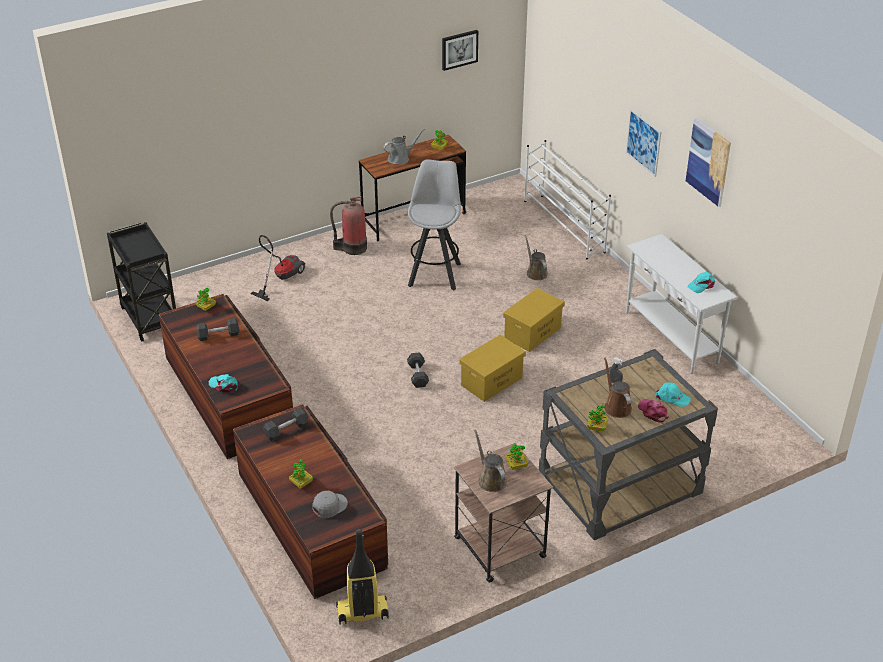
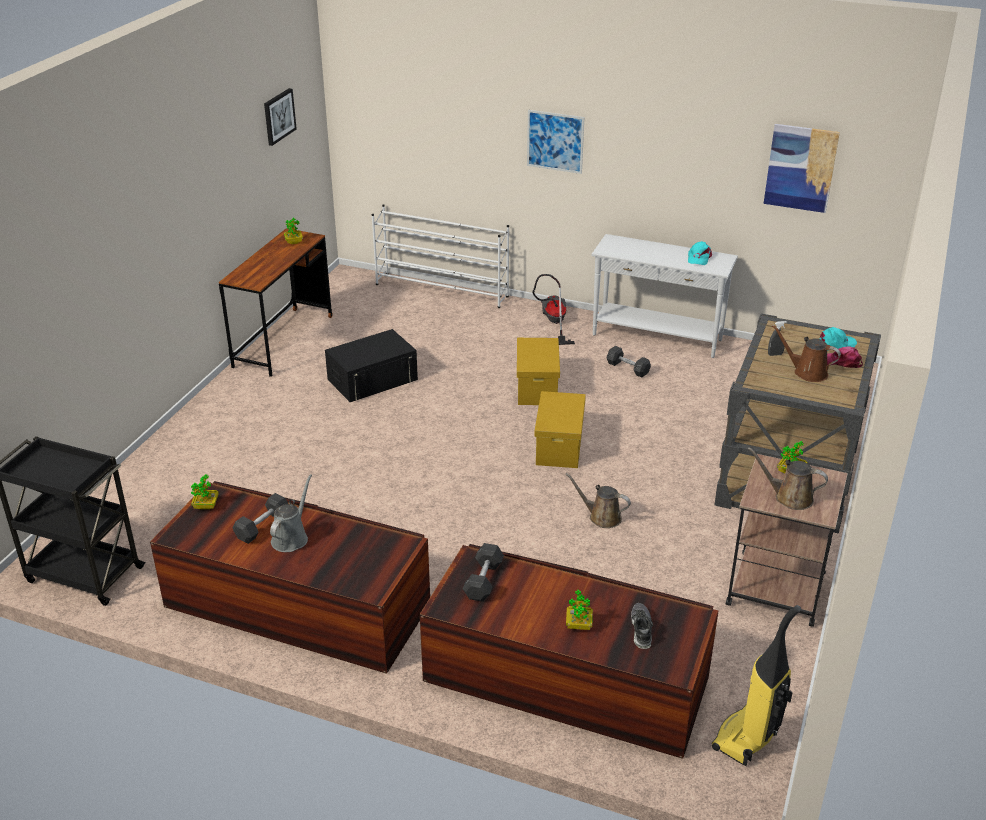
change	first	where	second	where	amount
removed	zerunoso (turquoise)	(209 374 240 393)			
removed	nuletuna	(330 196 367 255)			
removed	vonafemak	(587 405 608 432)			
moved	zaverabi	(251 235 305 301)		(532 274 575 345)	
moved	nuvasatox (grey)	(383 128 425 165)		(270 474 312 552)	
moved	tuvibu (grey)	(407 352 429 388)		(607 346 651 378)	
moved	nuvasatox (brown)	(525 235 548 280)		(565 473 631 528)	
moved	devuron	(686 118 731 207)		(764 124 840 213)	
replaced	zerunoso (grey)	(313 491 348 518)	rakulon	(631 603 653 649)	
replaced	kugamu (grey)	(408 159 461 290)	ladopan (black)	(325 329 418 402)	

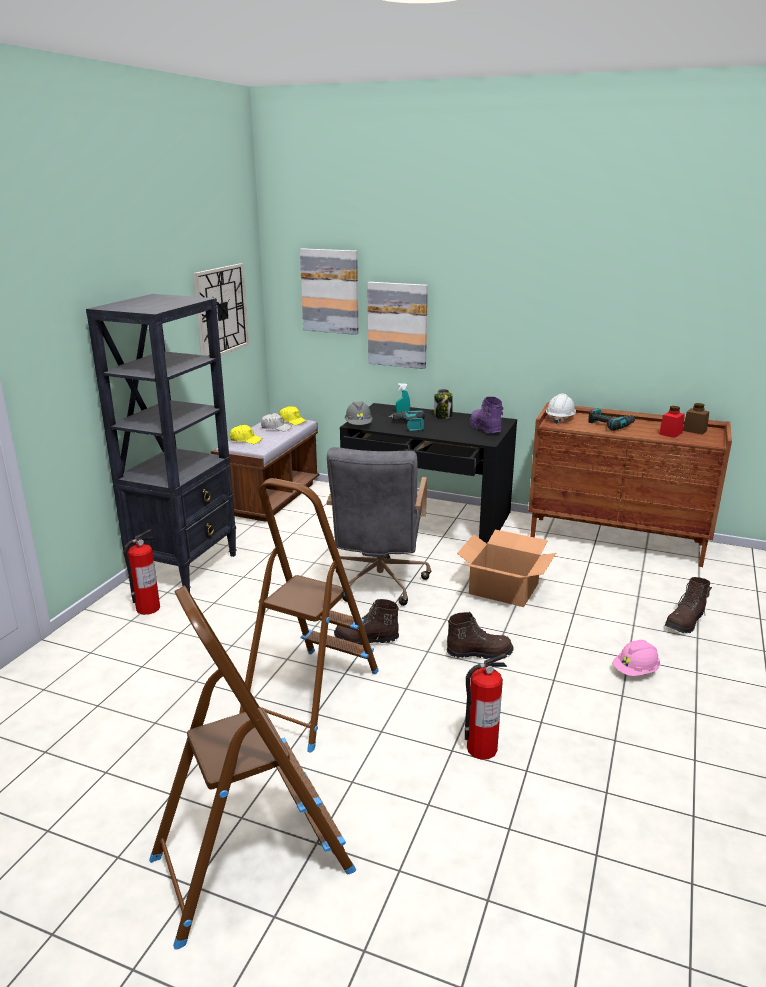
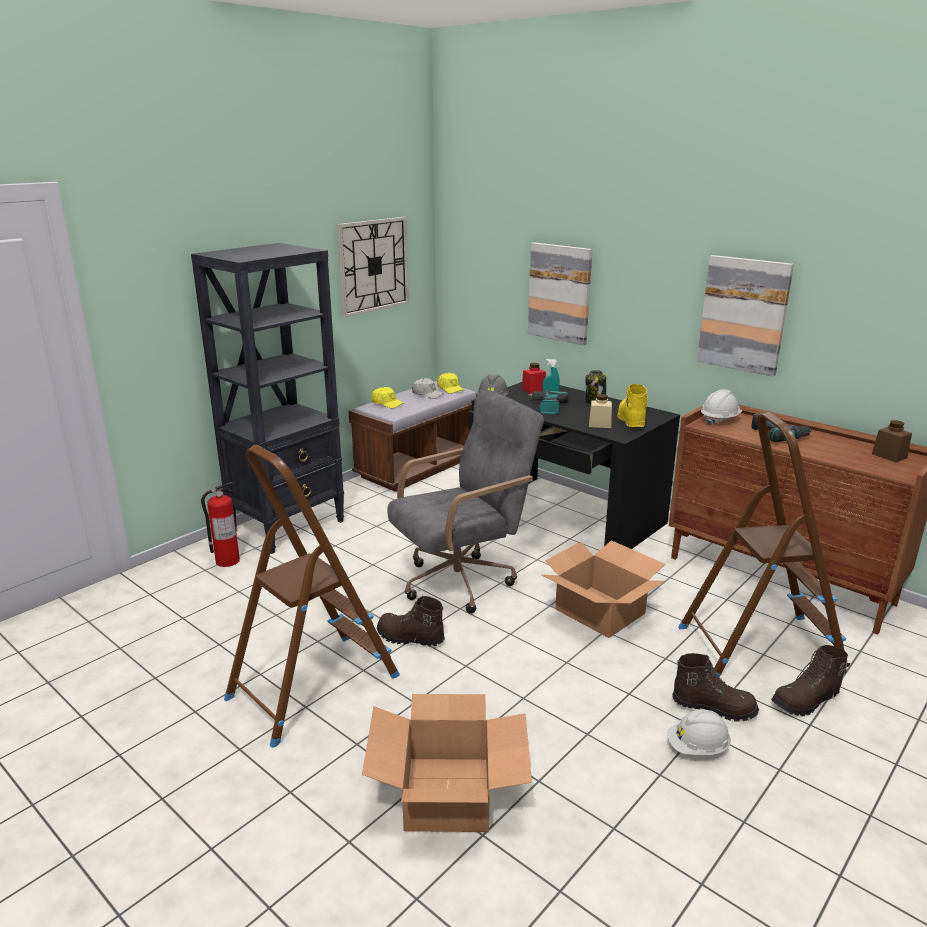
change	first	where	second	where	amount
added			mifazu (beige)	(589 394 612 428)	
moved	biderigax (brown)	(149 585 356 950)		(678 412 846 678)	
moved	devuron	(300 248 358 335)		(697 255 794 376)	
moved	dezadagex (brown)	(446 612 514 659)		(672 653 759 721)	
moved	mifazu (red)	(659 406 685 438)		(522 363 546 394)	
replaced	nuletuna	(465 654 507 760)	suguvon	(362 694 532 832)	
recoloured	dezadagex (purple)	(470 397 503 433)	dezadagex (yellow)	(617 384 648 427)	
recoloured	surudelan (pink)	(613 640 660 676)	surudelan (white)	(667 710 731 755)	
turned	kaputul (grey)	(327 447 432 606)		(387 390 544 614)	150 degrees counterclockwise

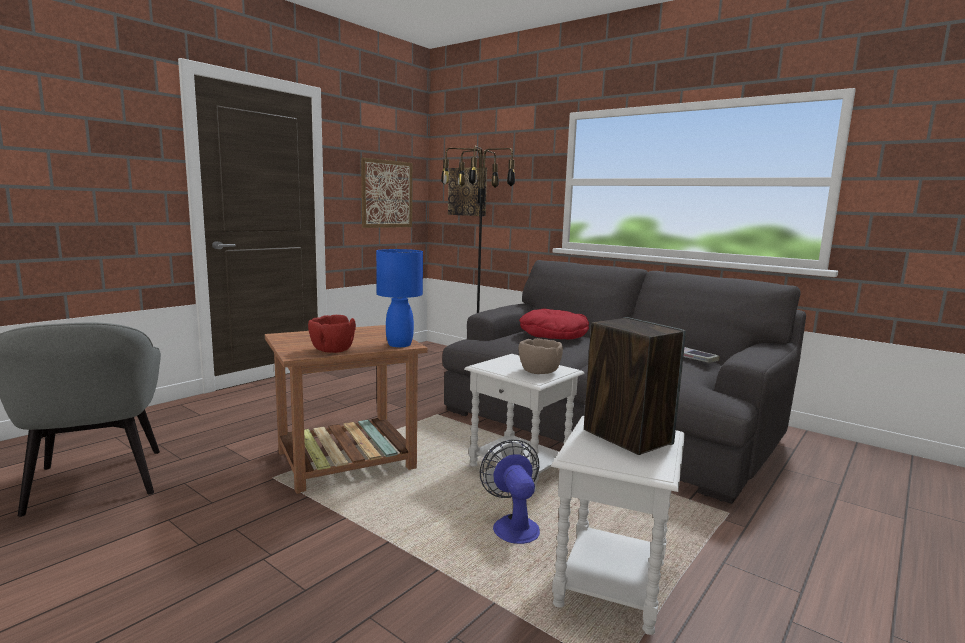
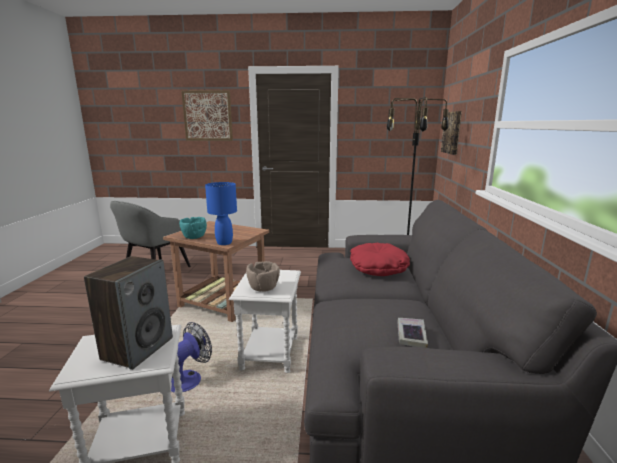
change	first	where	second	where	amount
moved	devuron	(361 158 412 228)		(181 90 233 141)	
recoloured	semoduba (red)	(308 315 356 353)	semoduba (turquoise)	(179 217 207 239)	

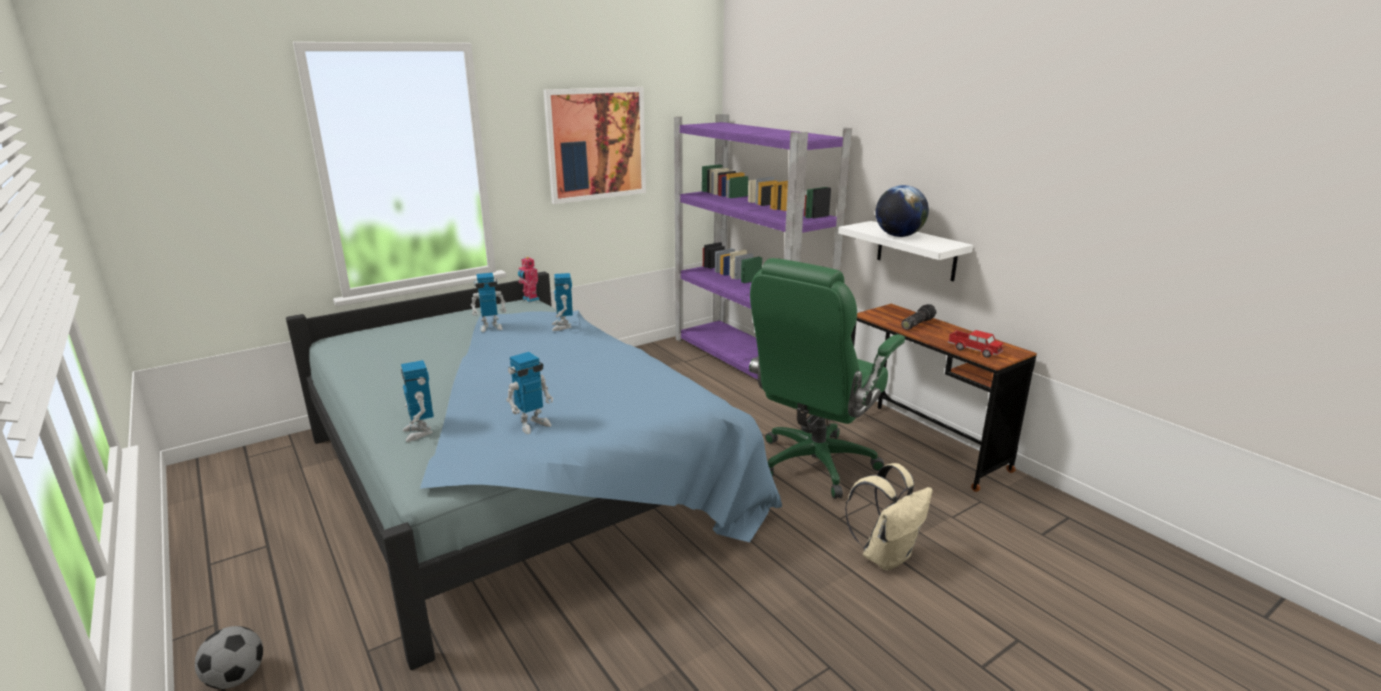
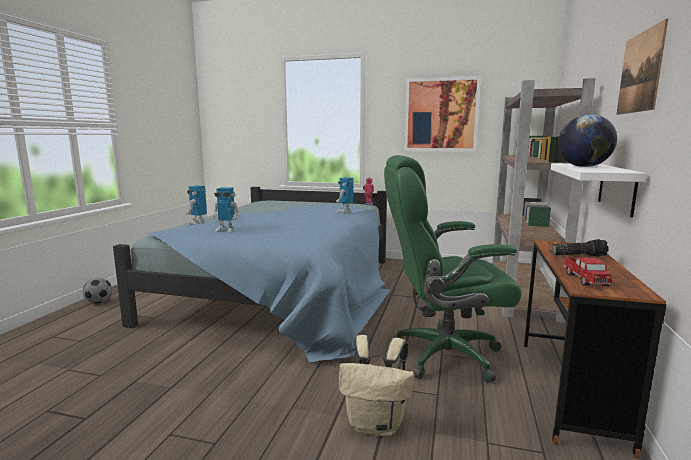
change	first	where	second	where	amount
removed	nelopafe	(471 273 507 332)			
added			devuron	(617 19 668 115)	
recoloured	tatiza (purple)	(674 114 852 380)	tatiza (brown)	(492 78 595 323)	

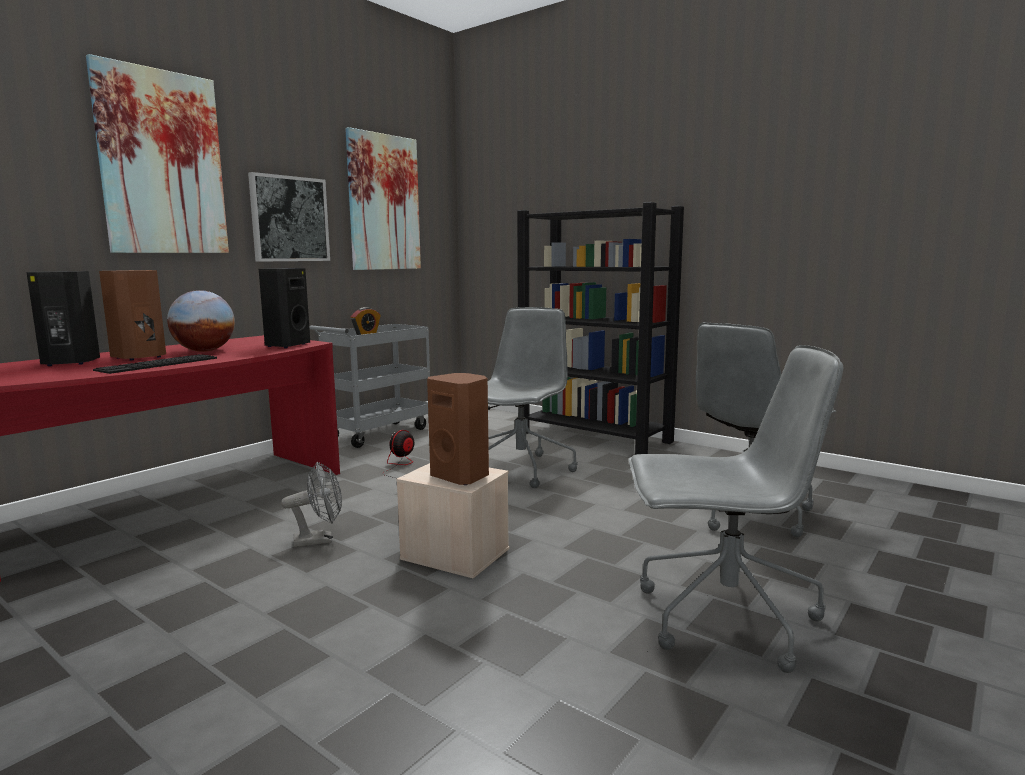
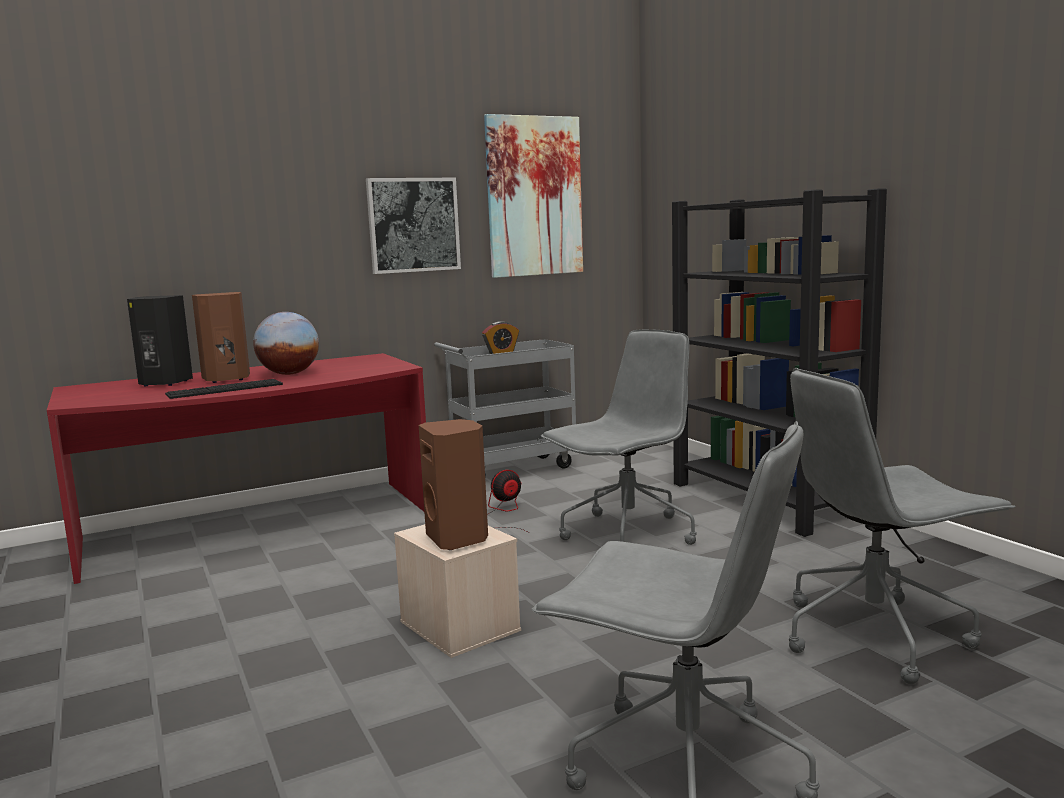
change	first	where	second	where	amount
removed	devuron	(86 54 229 253)			
removed	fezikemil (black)	(259 268 310 348)			
removed	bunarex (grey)	(281 462 342 547)			

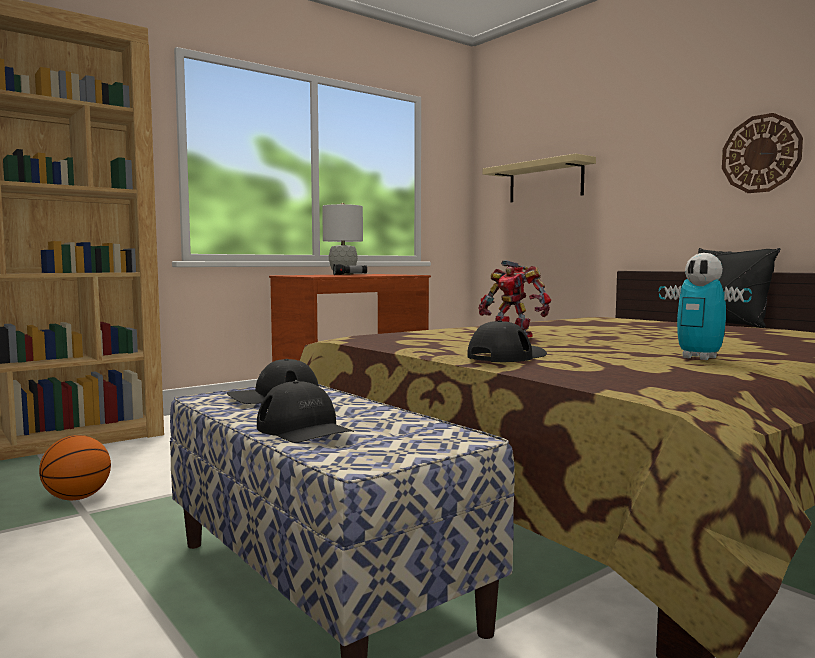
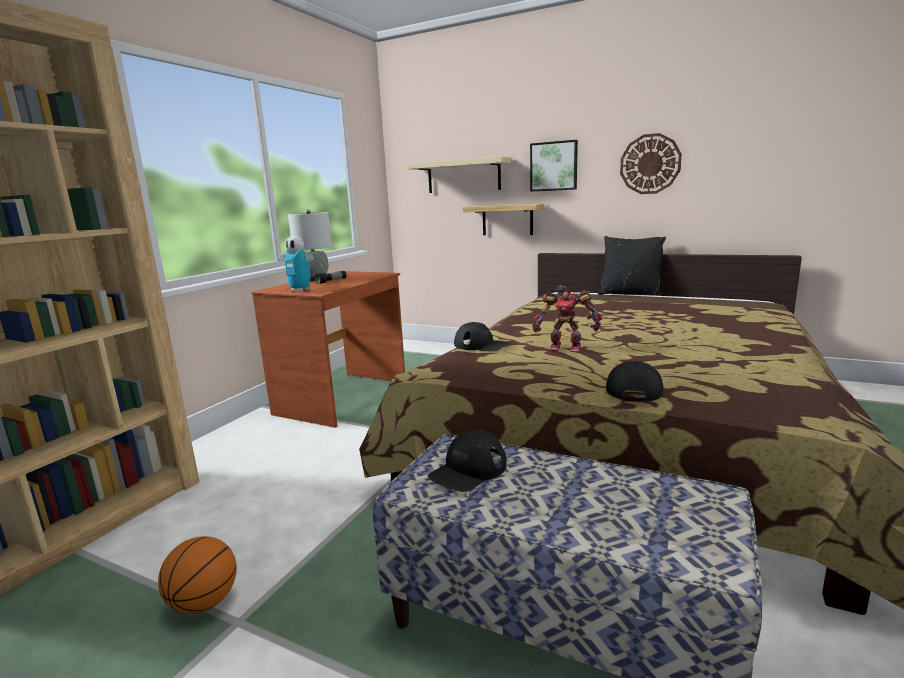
change	first	where	second	where	amount
added			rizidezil	(463 204 544 235)	
added			devuron	(530 140 578 192)	
moved	zerunoso (black)	(257 381 354 443)		(454 322 509 351)	
moved	nelopafe	(659 253 752 360)		(277 236 316 292)	

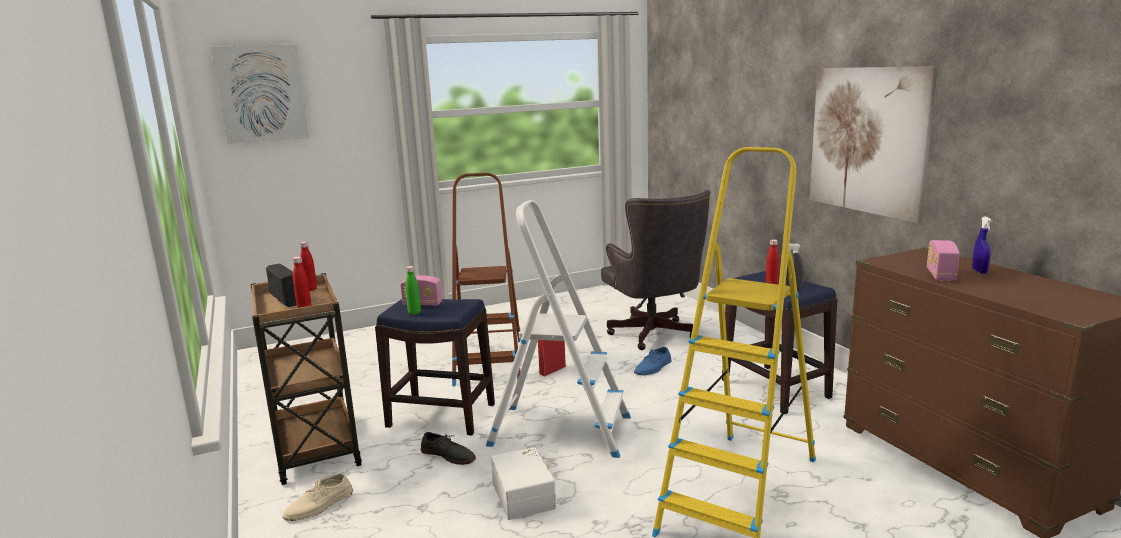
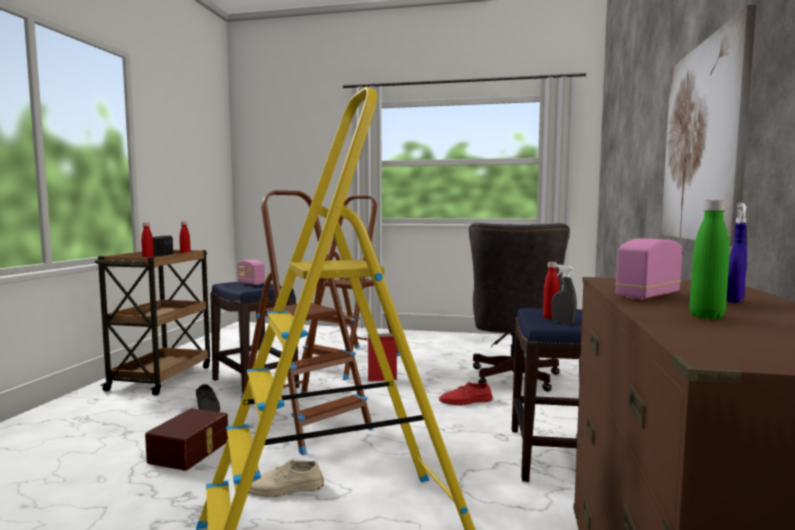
change	first	where	second	where	amount
removed	devuron	(211 45 309 144)			
moved	rakulon (beige)	(282 473 353 521)		(248 458 324 497)	
moved	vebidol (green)	(405 266 421 315)		(689 199 730 319)	
recoloured	biderigax (white)	(486 200 631 458)	biderigax (brown)	(241 190 373 455)	
recoloured	ladopan (white)	(491 447 556 520)	ladopan (brown)	(145 408 228 471)	
recoloured	rakulon (blue)	(634 347 672 375)	rakulon (red)	(439 382 493 405)	

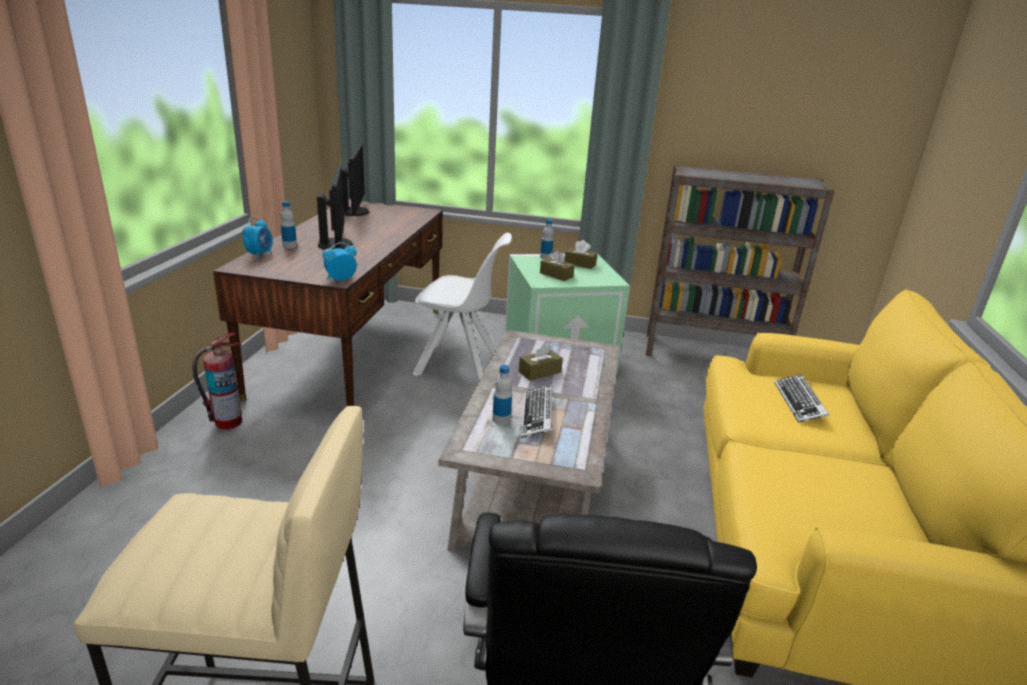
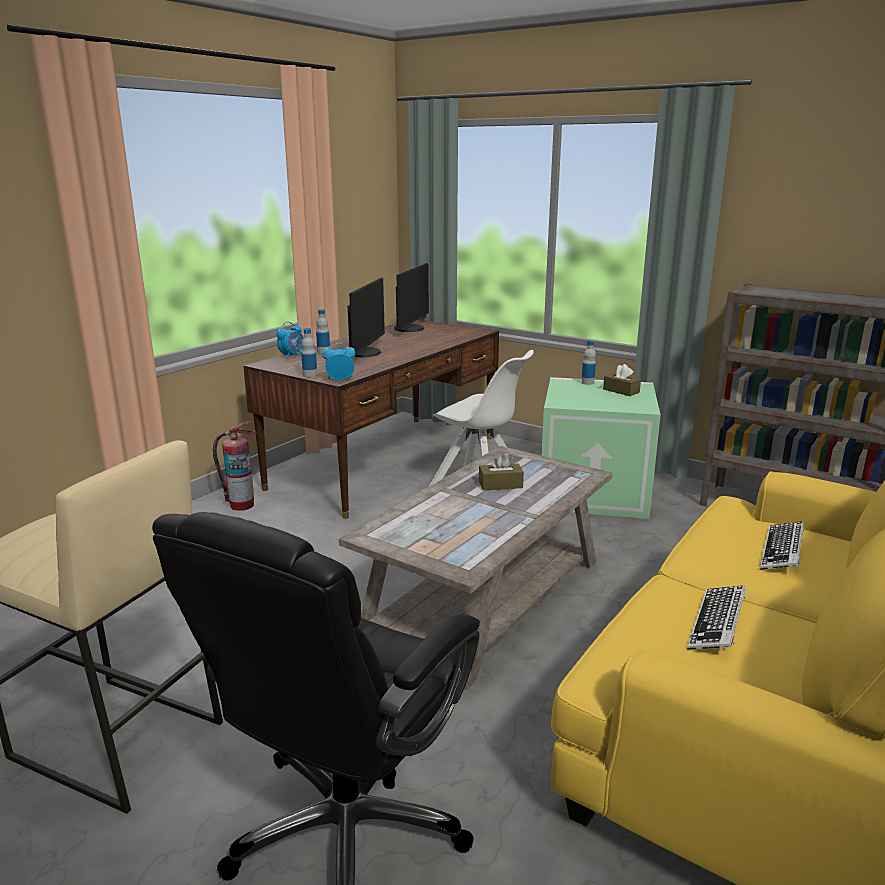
change	first	where	second	where	amount
removed	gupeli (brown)	(540 250 575 281)			
moved	vebidol	(492 365 512 425)		(301 328 317 377)	
moved	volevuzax	(521 385 553 438)		(687 585 745 650)	

